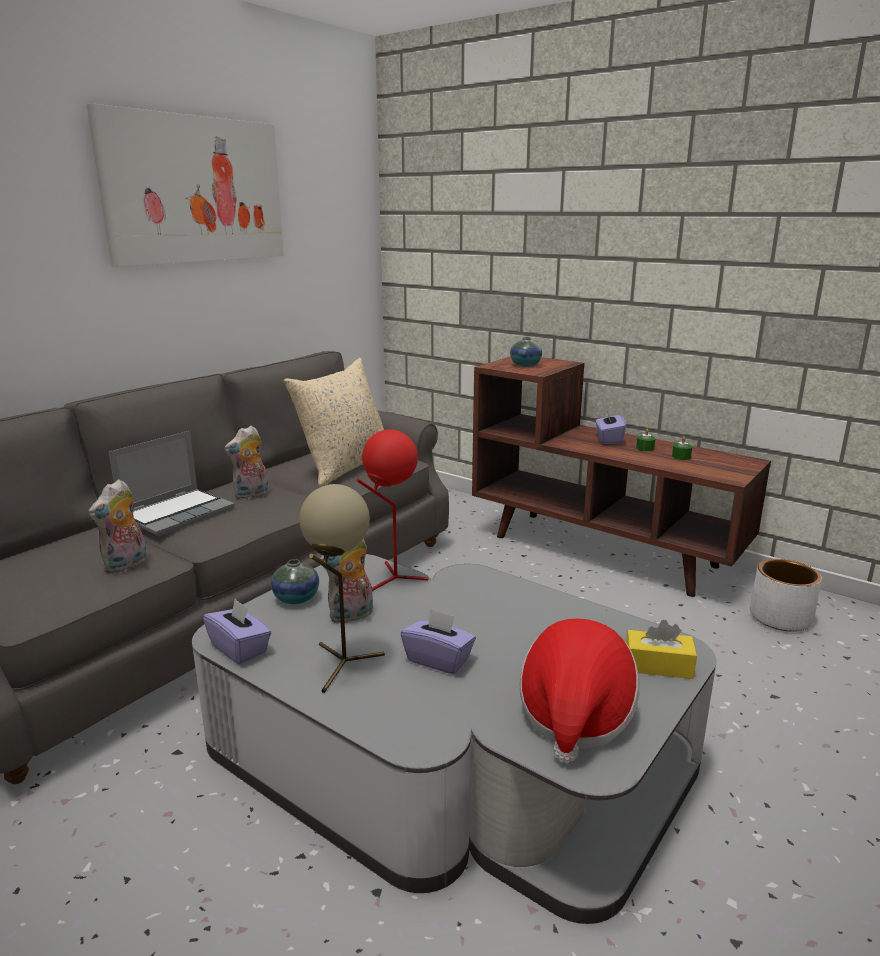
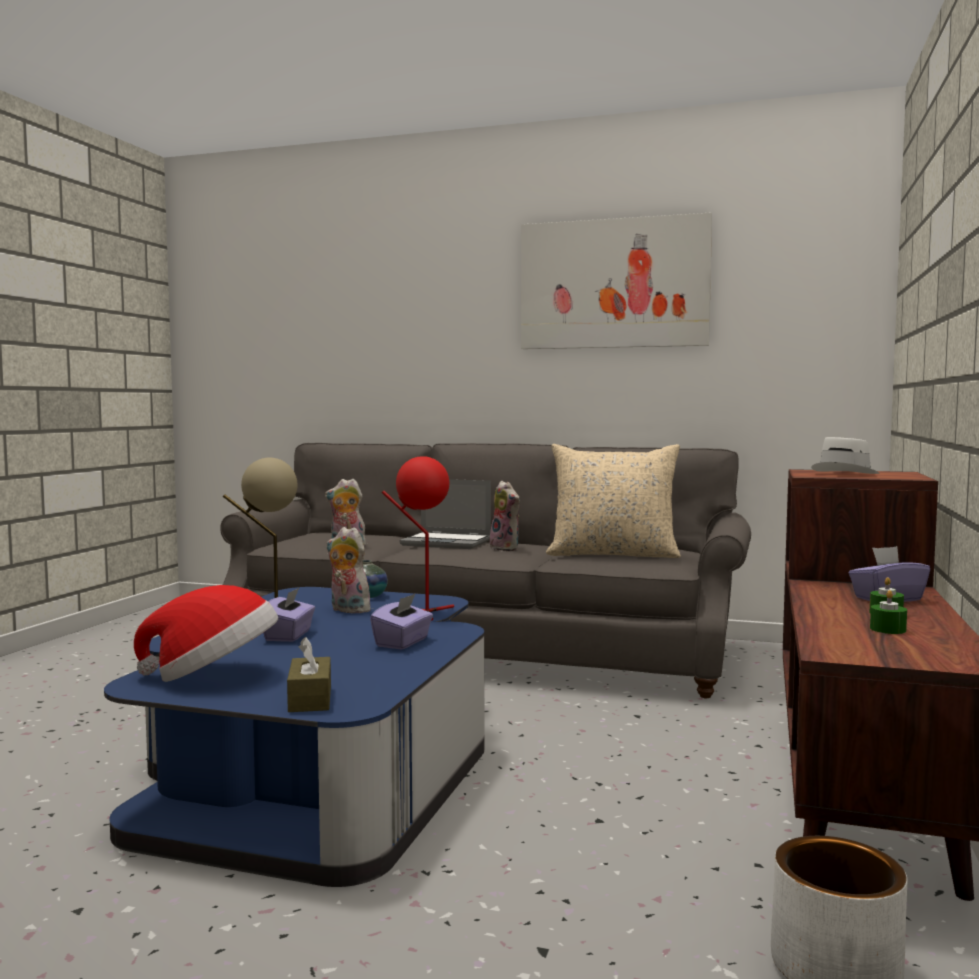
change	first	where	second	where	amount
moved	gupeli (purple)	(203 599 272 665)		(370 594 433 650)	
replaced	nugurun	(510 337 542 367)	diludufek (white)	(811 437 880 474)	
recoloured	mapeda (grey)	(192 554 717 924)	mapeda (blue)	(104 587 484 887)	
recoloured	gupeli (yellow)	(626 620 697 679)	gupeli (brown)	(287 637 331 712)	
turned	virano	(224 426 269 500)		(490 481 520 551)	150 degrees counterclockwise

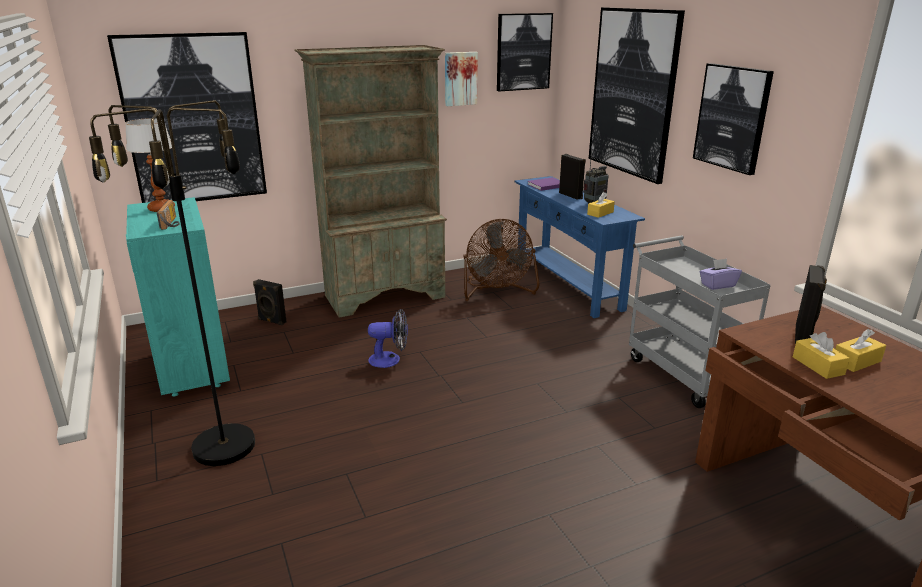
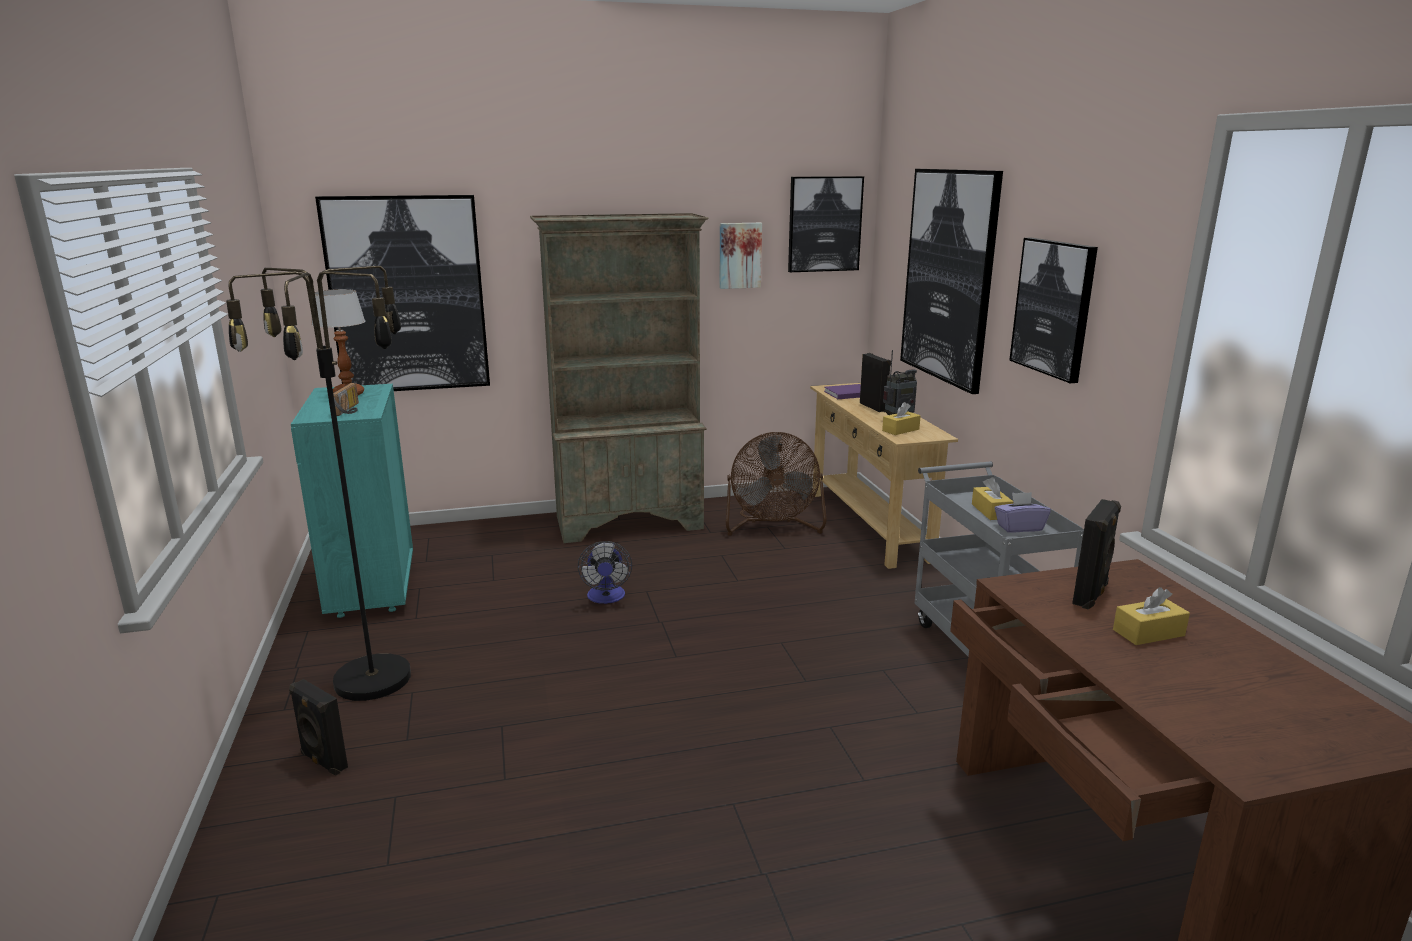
change	first	where	second	where	amount
moved	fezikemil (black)	(253 279 286 325)		(289 679 348 775)	
moved	gupeli (yellow)	(793 332 850 379)		(972 477 1013 520)	
recoloured	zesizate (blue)	(515 176 645 318)	zesizate (beige)	(810 383 958 569)	
turned	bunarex	(368 309 408 368)		(578 541 632 604)	75 degrees clockwise

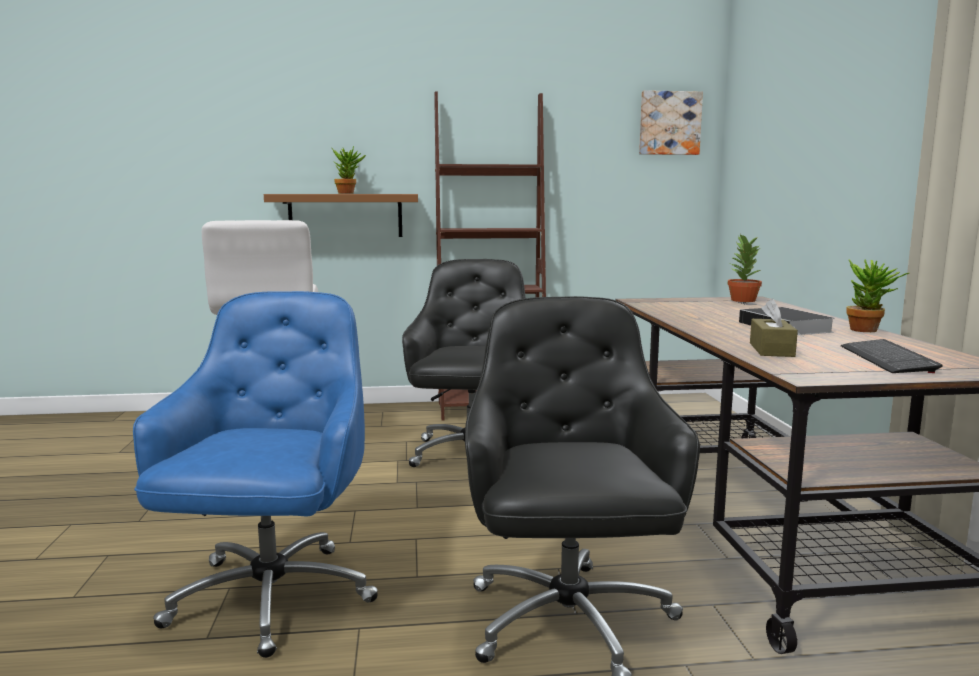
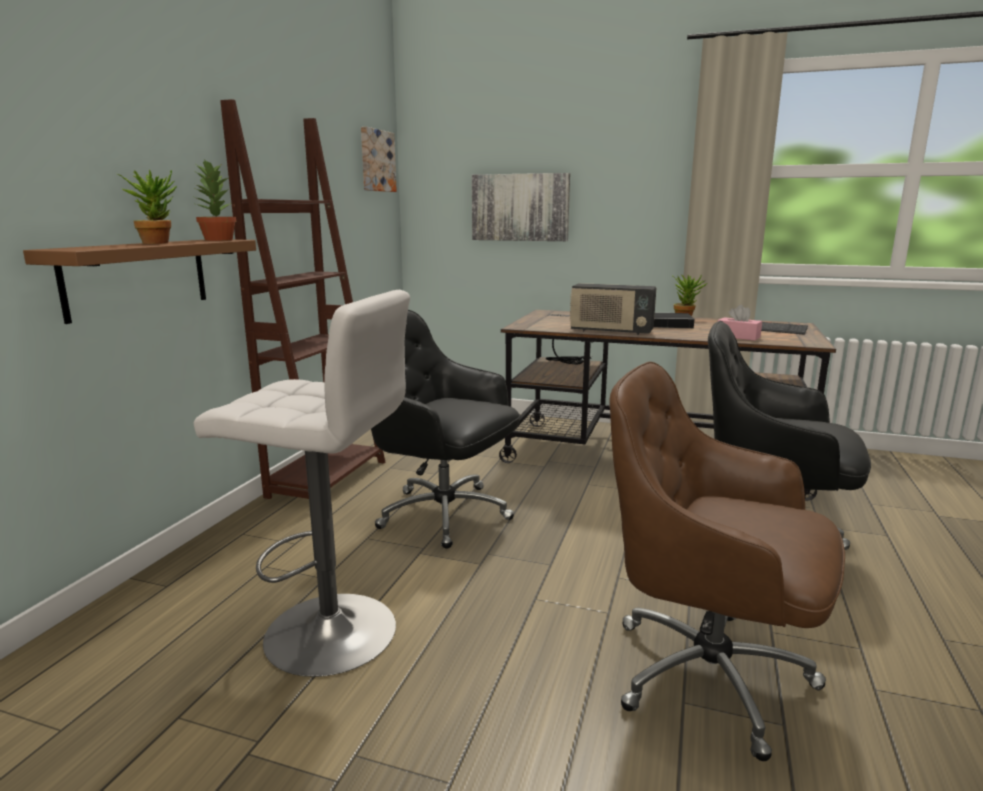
change	first	where	second	where	amount
added			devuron	(472 173 570 241)	
added			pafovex	(570 283 656 335)	
moved	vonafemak	(727 234 762 302)		(195 159 236 241)	
recoloured	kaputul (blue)	(133 291 378 658)	kaputul (brown)	(609 362 845 761)	
recoloured	gupeli (brown)	(750 298 798 357)	gupeli (pink)	(718 304 762 341)	

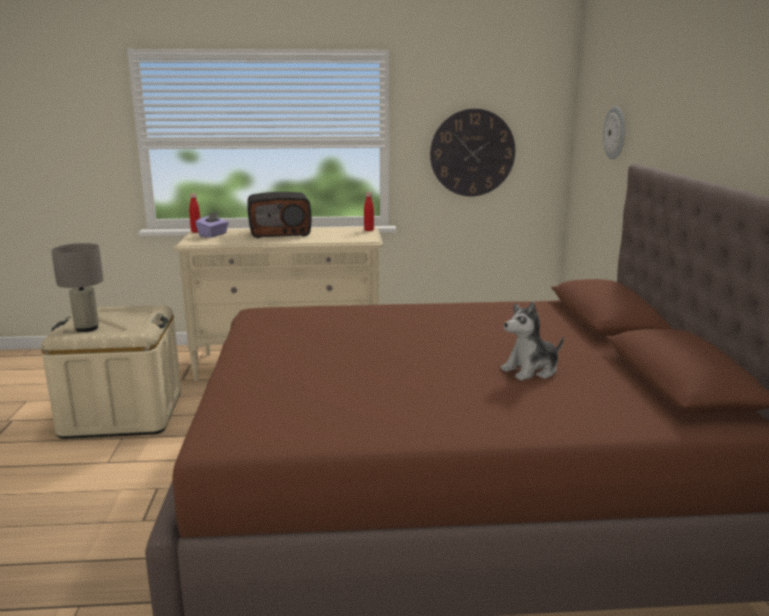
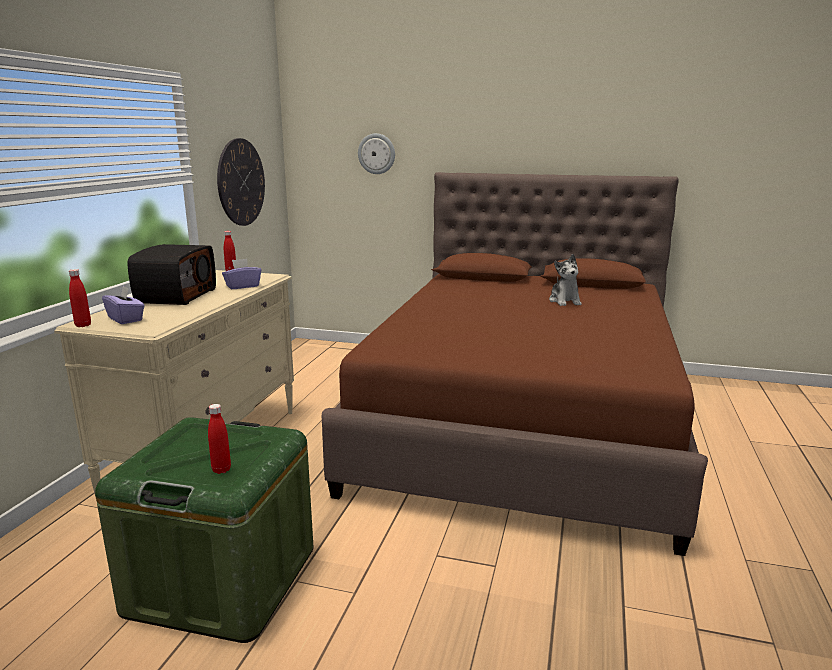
change	first	where	second	where	amount
added			gupeli (purple)	(222 259 261 289)	
replaced	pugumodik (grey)	(51 243 103 332)	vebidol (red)	(208 404 231 474)	
recoloured	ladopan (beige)	(41 305 181 439)	ladopan (green)	(95 417 314 643)	

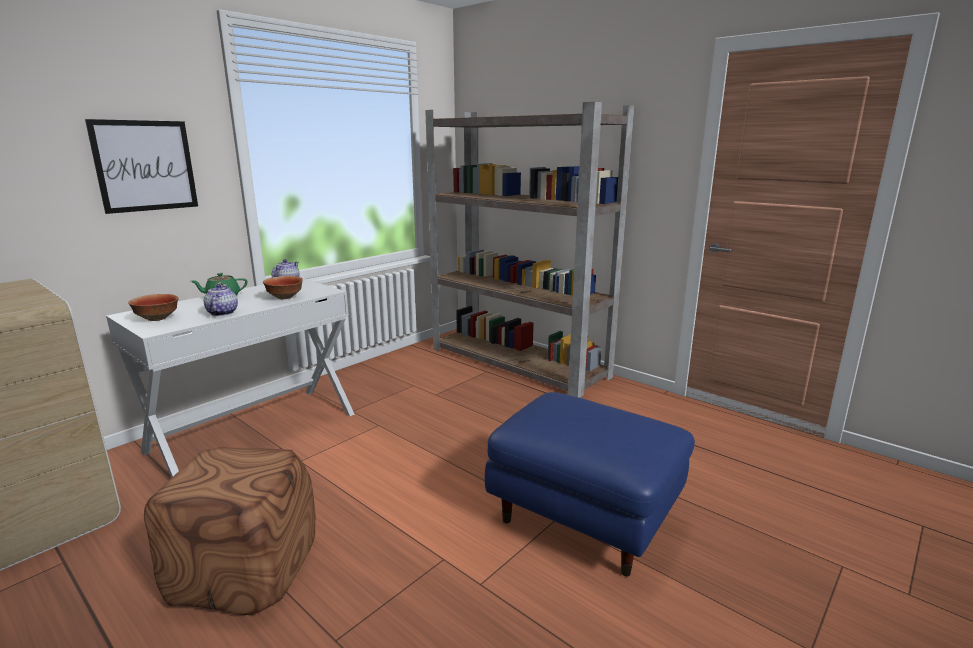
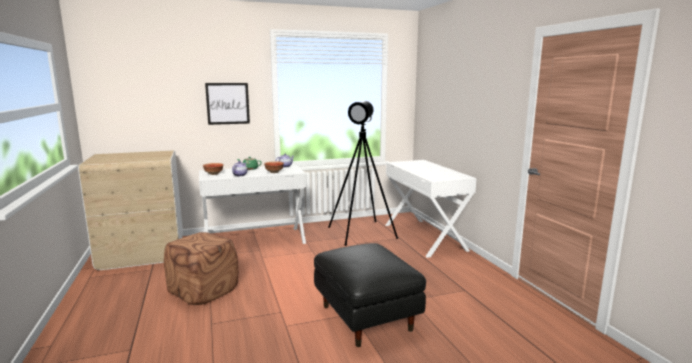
change	first	where	second	where	amount
added			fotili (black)	(328 101 398 246)	
replaced	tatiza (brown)	(425 102 635 398)	zesizate (white)	(386 160 477 258)	
recoloured	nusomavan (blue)	(485 392 695 577)	nusomavan (black)	(314 243 426 347)	

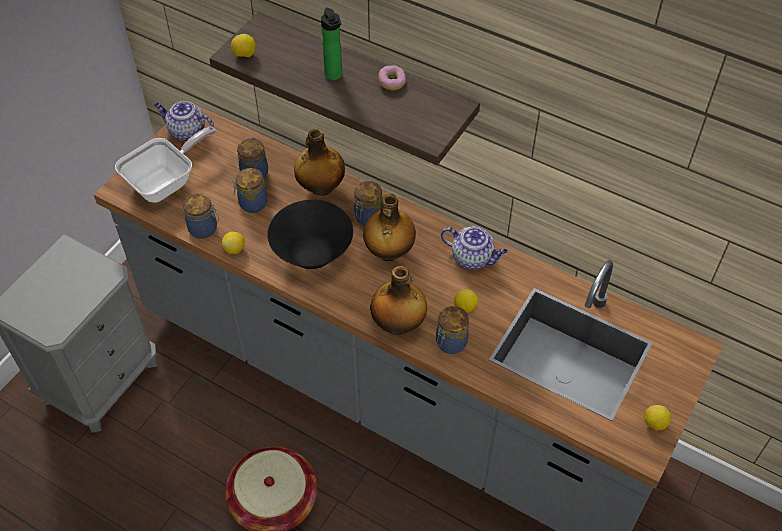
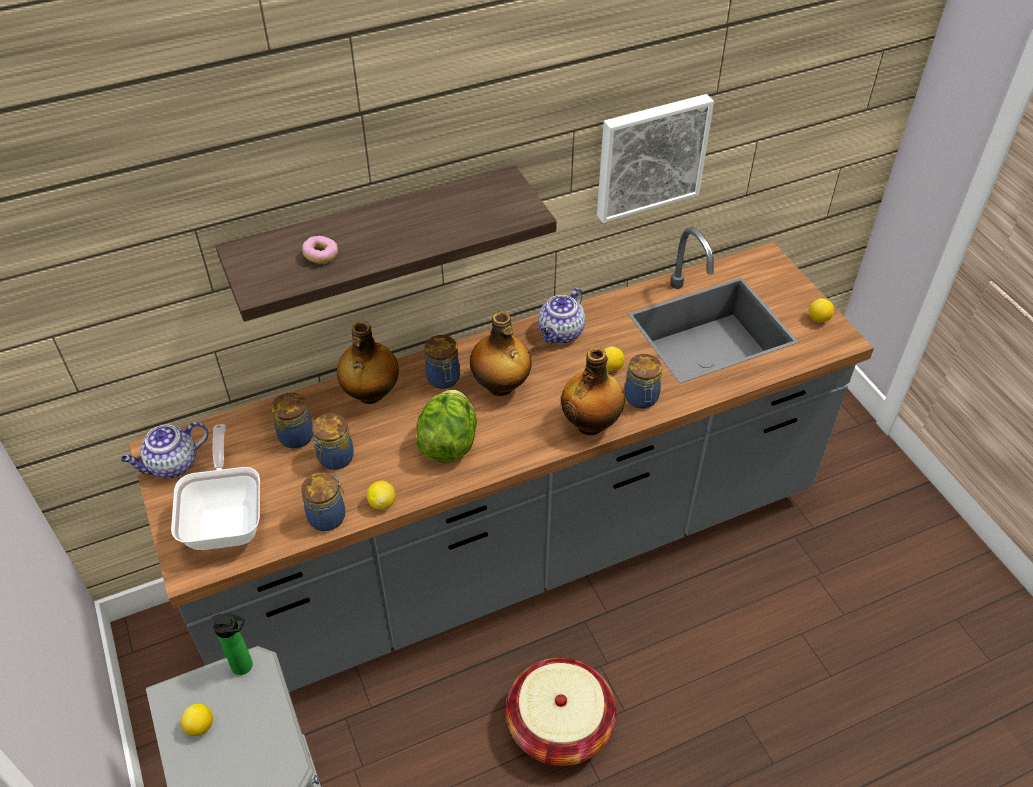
change	first	where	second	where	amount
added			devuron	(597 94 714 223)	
moved	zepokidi	(231 34 256 57)		(181 703 213 736)	
moved	vebidol	(321 8 342 80)		(212 613 253 675)	
moved	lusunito	(378 65 406 90)		(302 236 338 264)	
replaced	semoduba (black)	(267 200 353 269)	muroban	(416 390 477 463)	
turned	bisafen	(441 227 508 270)		(538 287 585 343)	150 degrees clockwise

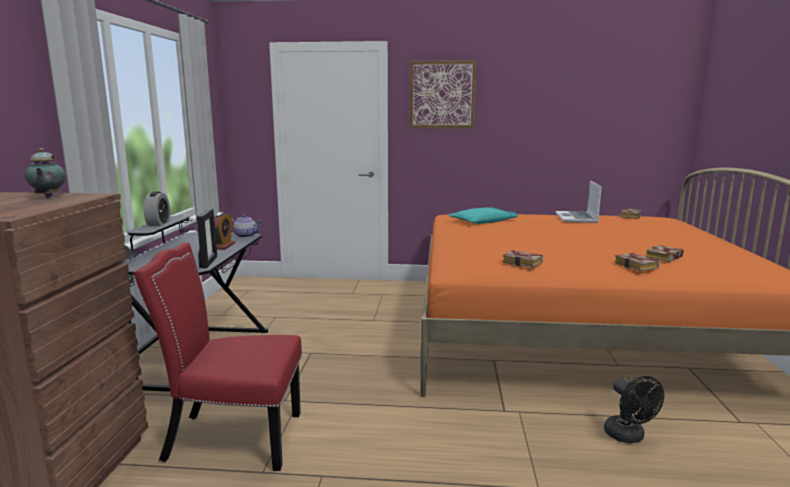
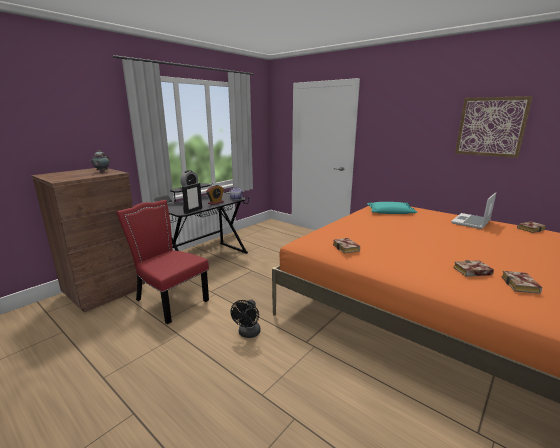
change	first	where	second	where	amount
moved	devuron	(410 60 477 129)		(455 96 533 158)	
moved	bunarex (black)	(604 376 664 443)		(230 300 261 338)	
moved	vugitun	(614 253 660 271)		(501 271 542 294)	

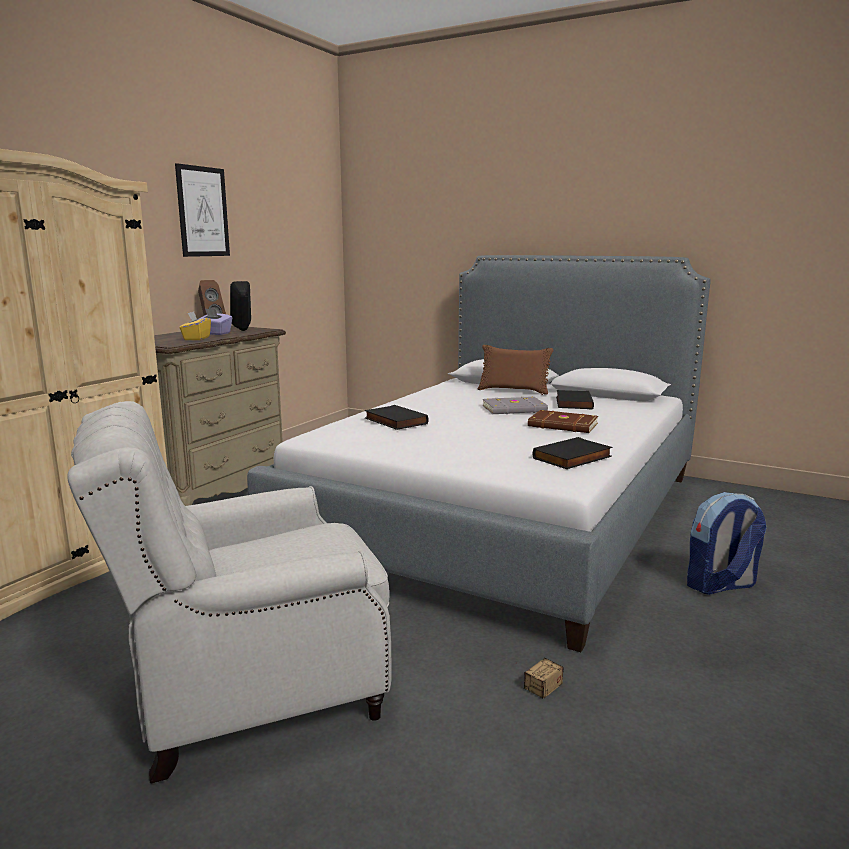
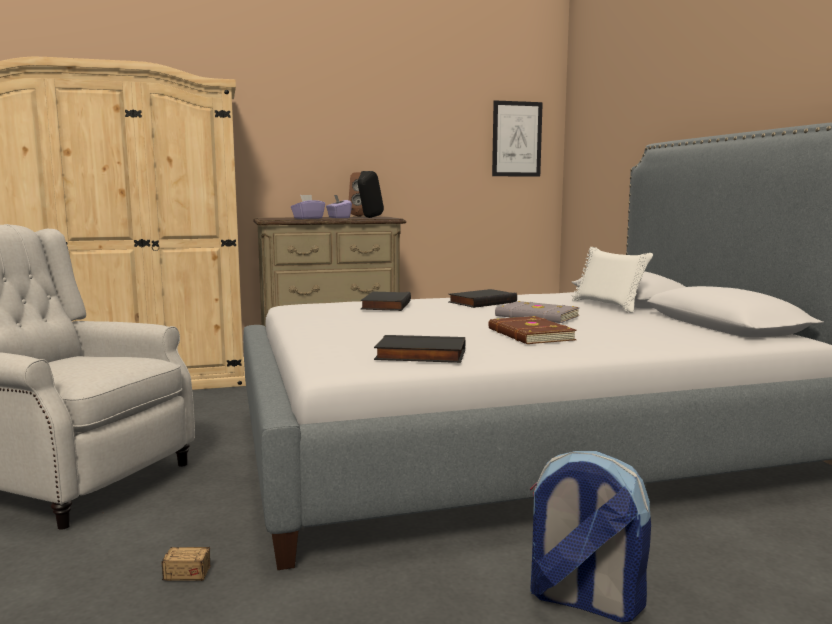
change	first	where	second	where	amount
moved	devuron	(175 163 230 257)		(492 100 543 177)	
moved	vugitun (black)	(556 390 594 410)		(449 289 517 308)	
recoloured	gupeli (yellow)	(179 311 211 340)	gupeli (purple)	(291 195 325 219)	
recoloured	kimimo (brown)	(478 345 553 395)	kimimo (white)	(572 247 653 313)	

